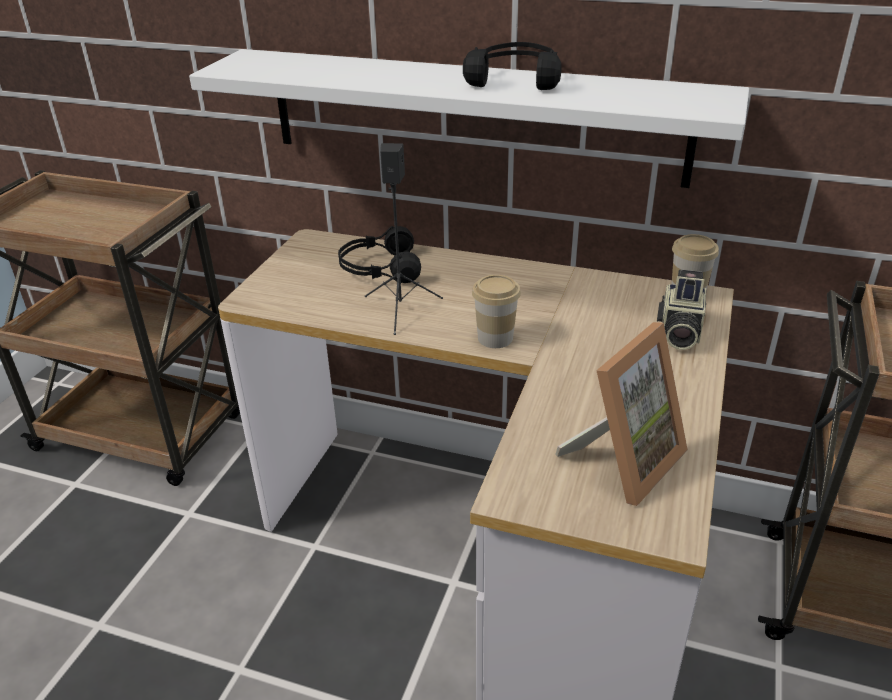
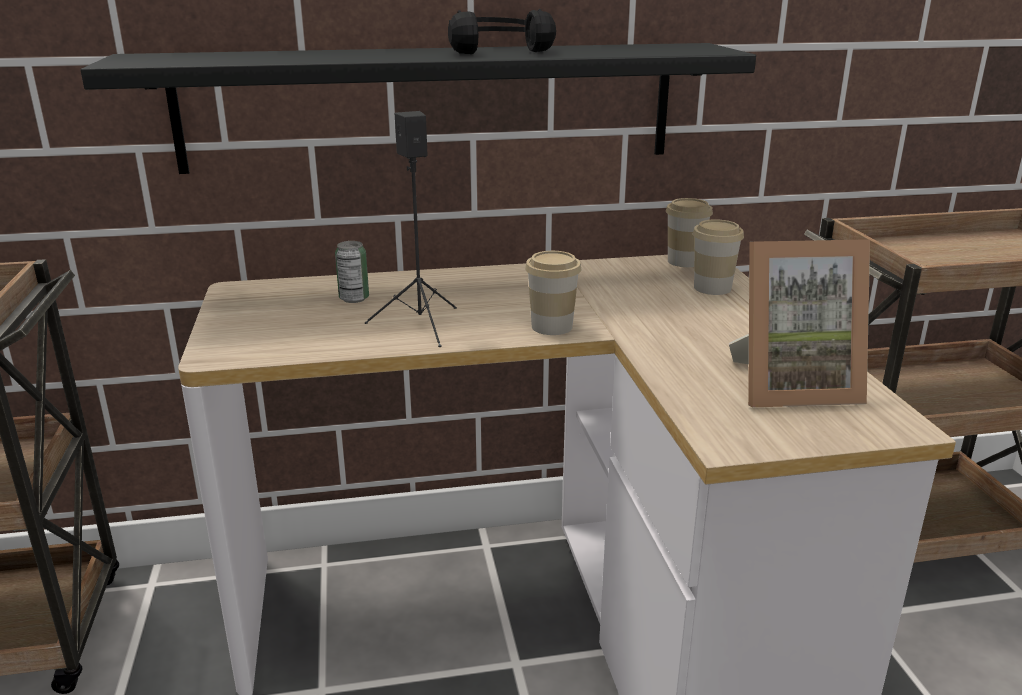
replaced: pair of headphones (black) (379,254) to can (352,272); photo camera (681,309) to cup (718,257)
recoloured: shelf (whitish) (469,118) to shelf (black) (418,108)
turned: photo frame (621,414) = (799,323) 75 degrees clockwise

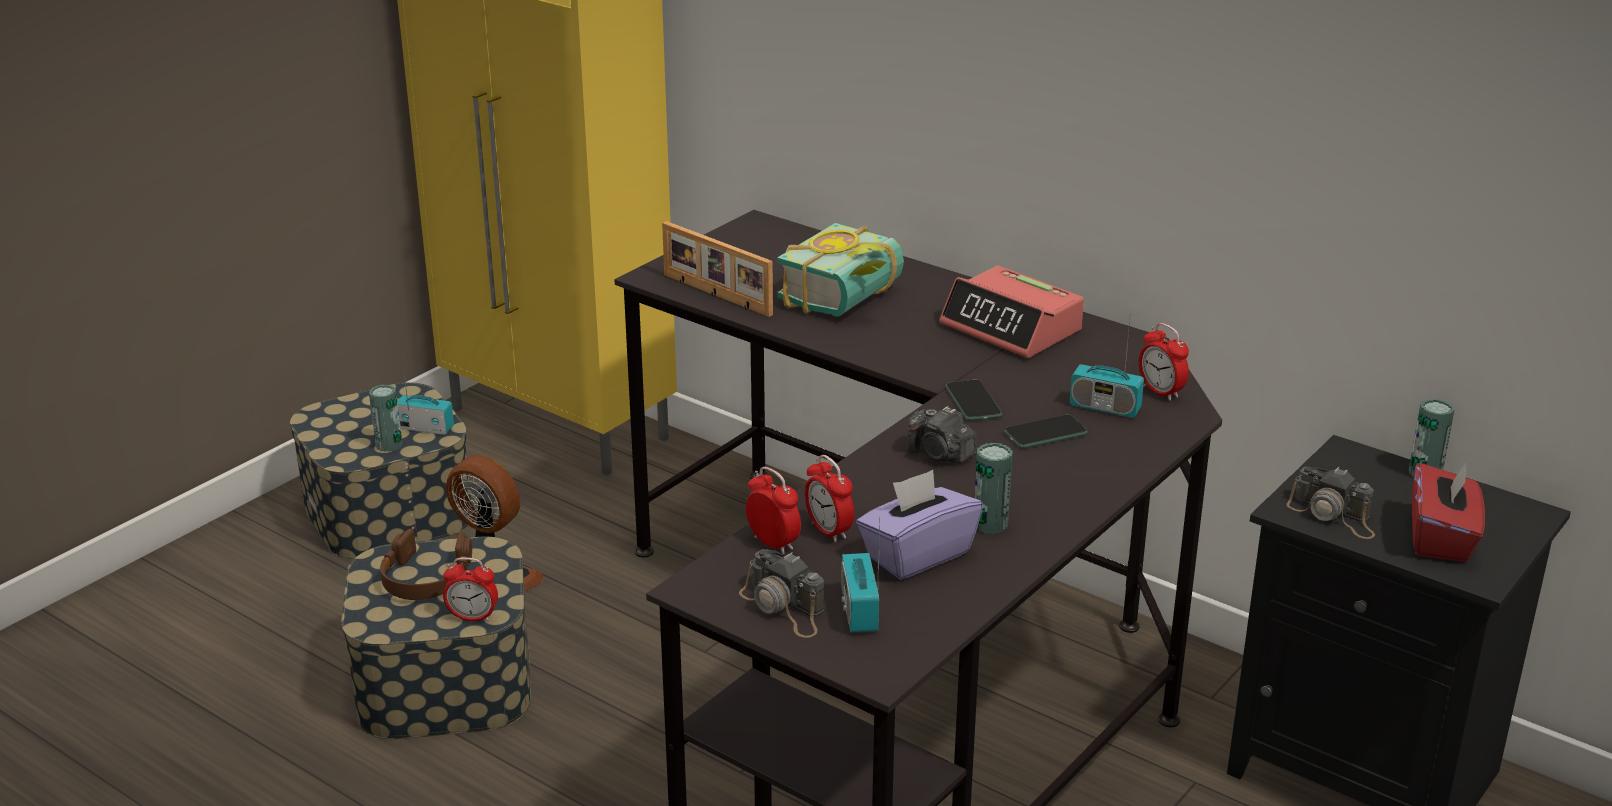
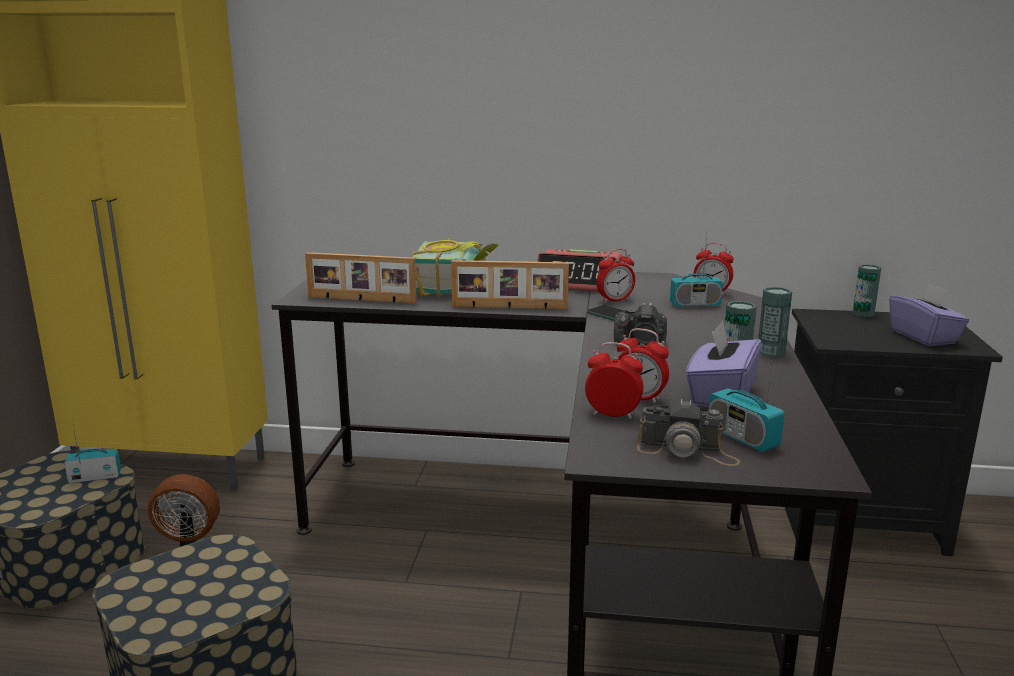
removed: pair of headphones (brownish) (426,564); phone (1046,432); photo camera (1331,503)
added: photo frame (510,284)
moved: alarm clock (470,589) to (616,276); can (386,418) to (775,321)
recoloured: tissue box (red-coloured) (1448,511) to tissue box (purple-coloured) (929,314)

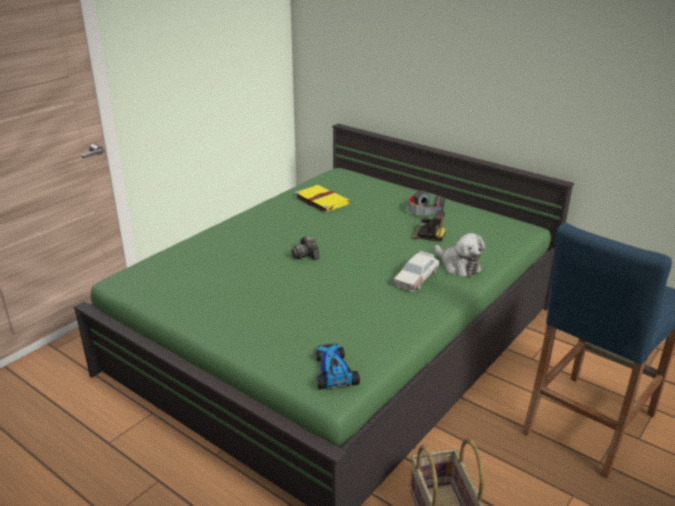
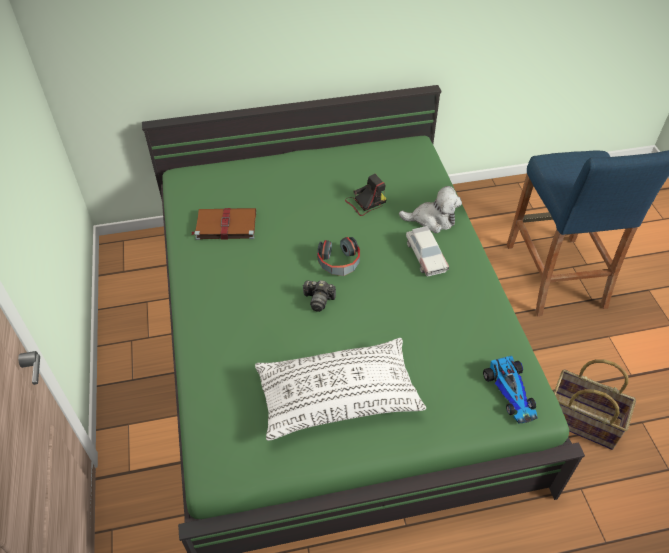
added: throw pillow (whitish) (340,389)
moved: pair of headphones (426,203) to (338,256)
recoloured: book (yellow) (322,199) to book (brownish) (223,224)
turned: toy car (338,367) = (510,390) 135 degrees counterclockwise

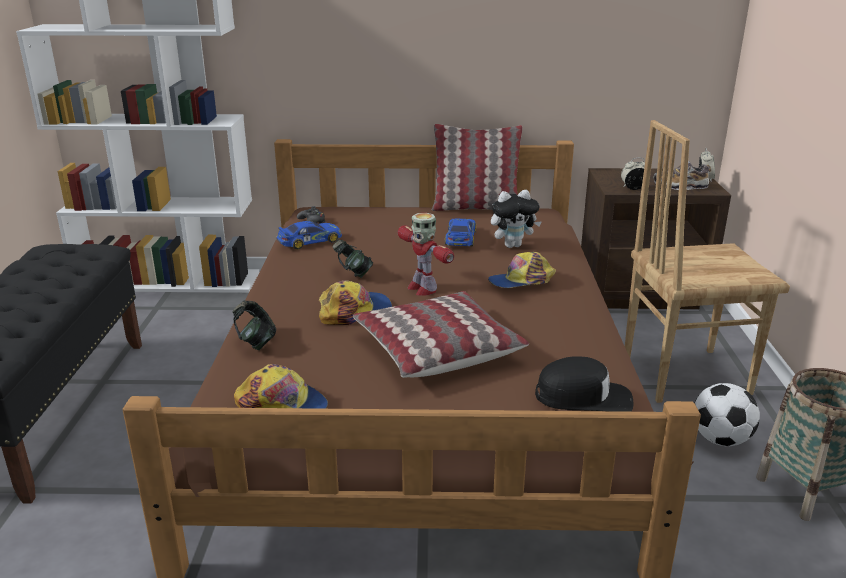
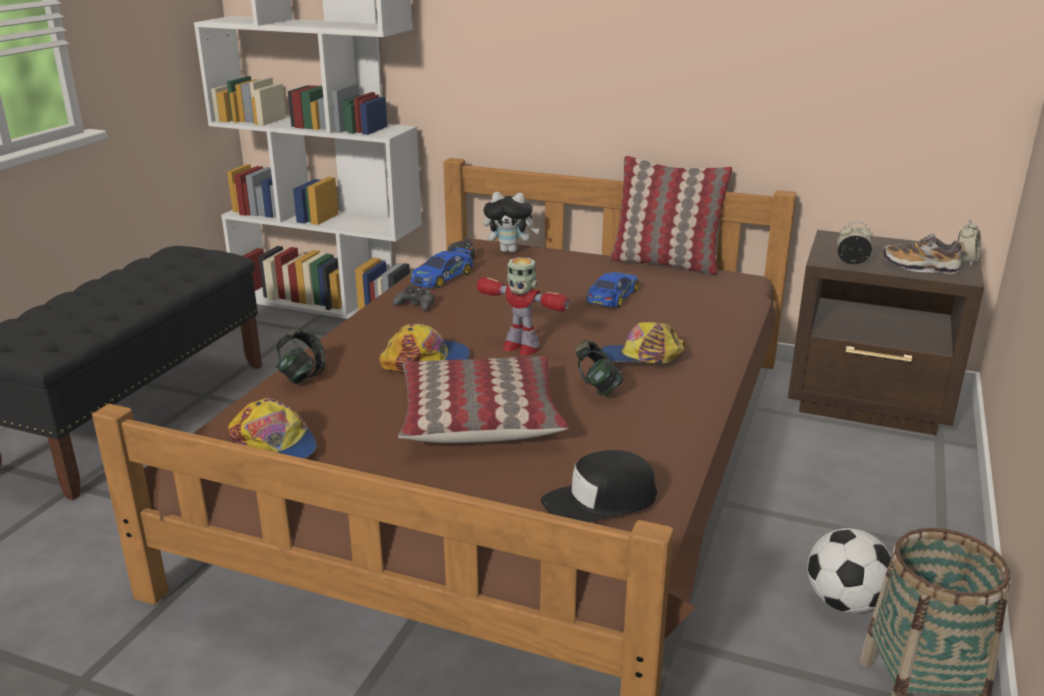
removed: chair (brownish) (707,261)
added: gamepad (black) (413,297)
moved: plush toy (516,219) to (512,222); pair of headphones (352,258) to (599,368)
turned: toy car (309,235) = (442,267) 135 degrees clockwise; robot figure (426,254) = (523,306) 45 degrees counterclockwise; cap (black) (584,384) = (599,486) 135 degrees clockwise

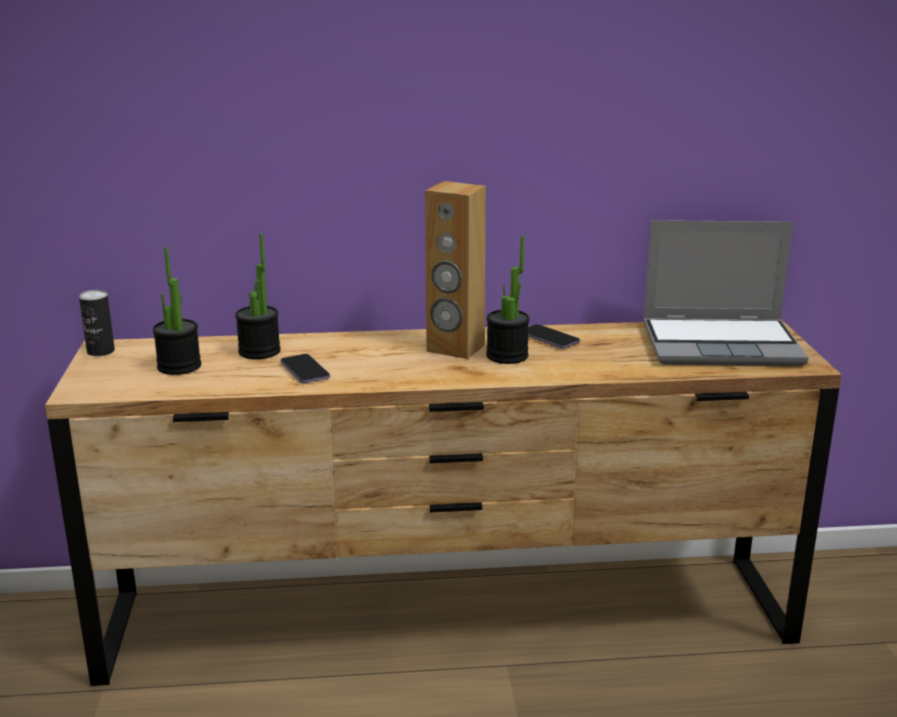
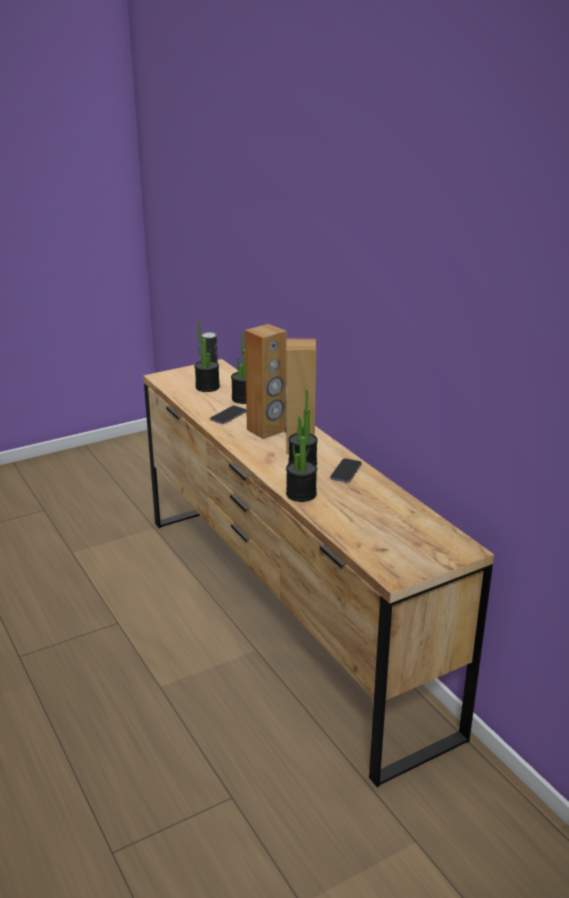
removed: notebook computer (726,293)
added: audio speaker (brownish) (266,381); houseplant (301,459)

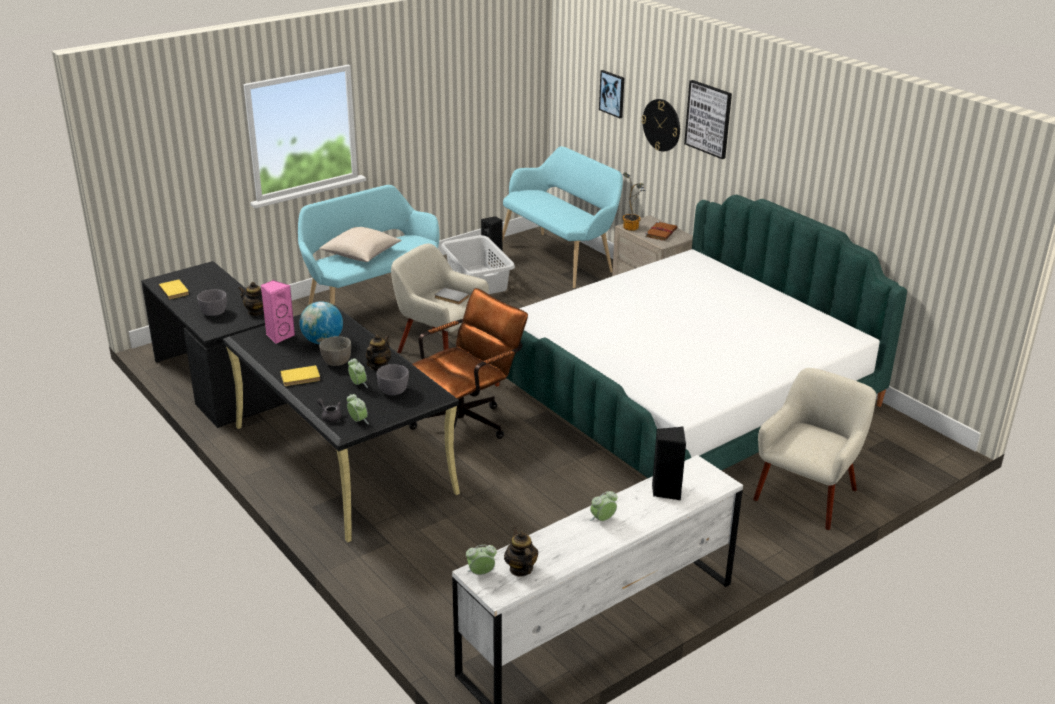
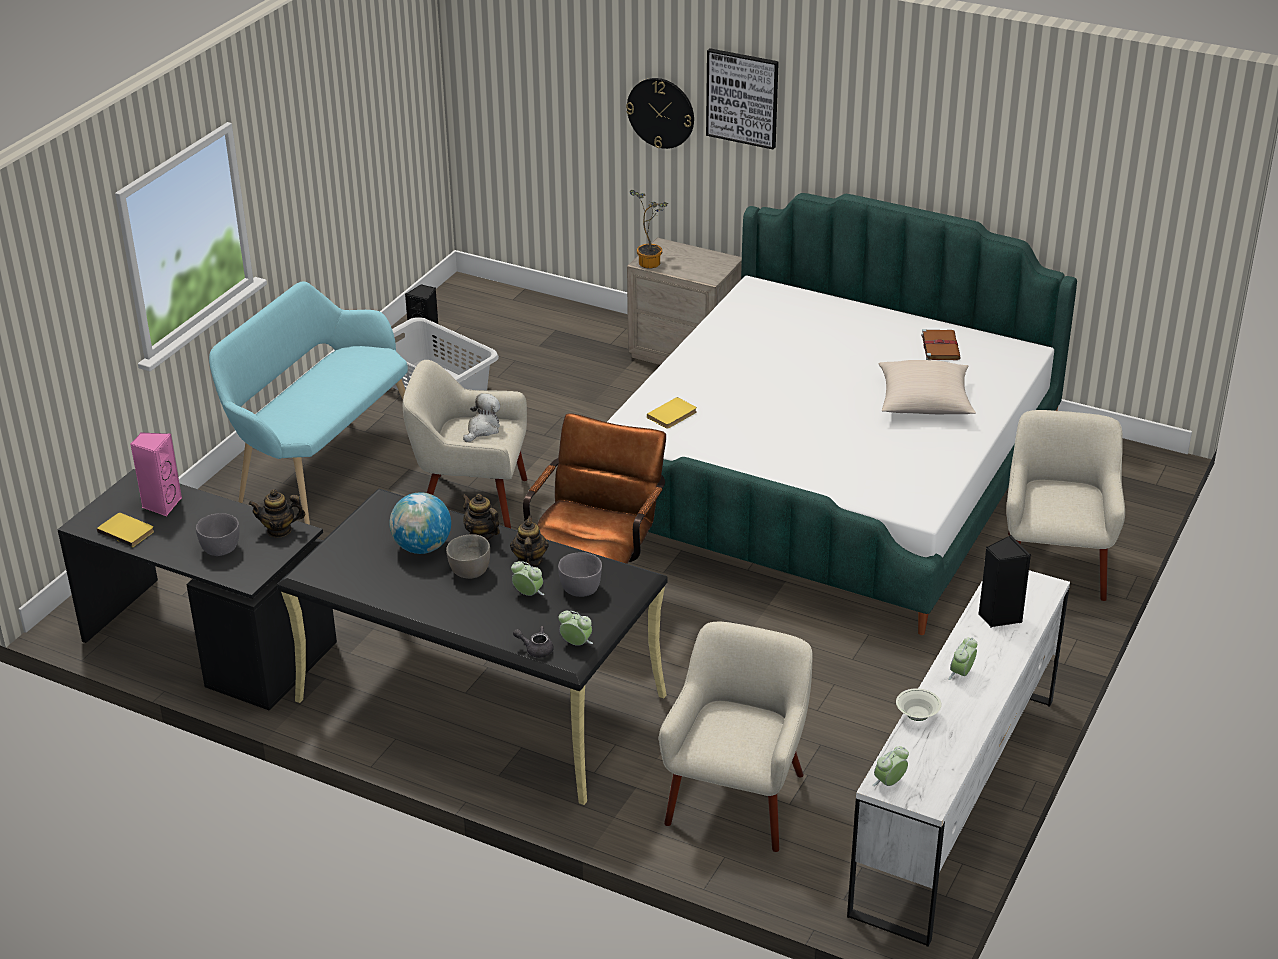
removed: long seat (turquoise) (562,217); wall picture (611,94)
added: armchair (beige-coloured) (735,737); bowl (whitish) (918,704)
moved: audio speaker (pink) (278,312) to (156,474); pot for tea (521,551) to (481,517); book (yellow) (300,375) to (672,413); throw pillow (beige-coloured) (360,244) to (927,387); book (brownish) (661,231) to (941,344)
replaced: book (greyish) (451,296) to plush toy (481,417)

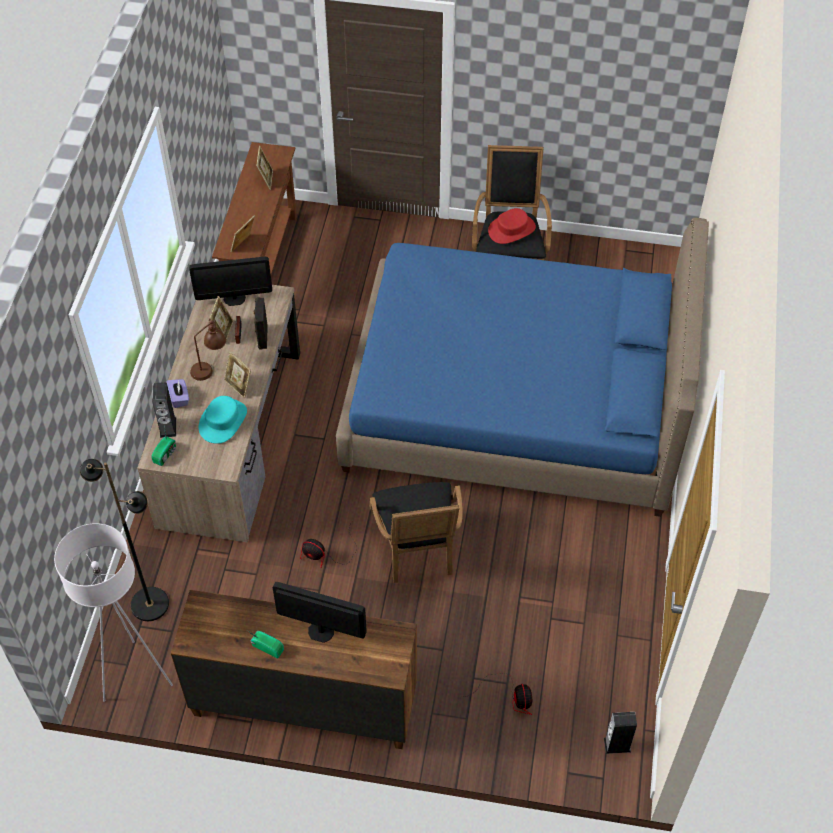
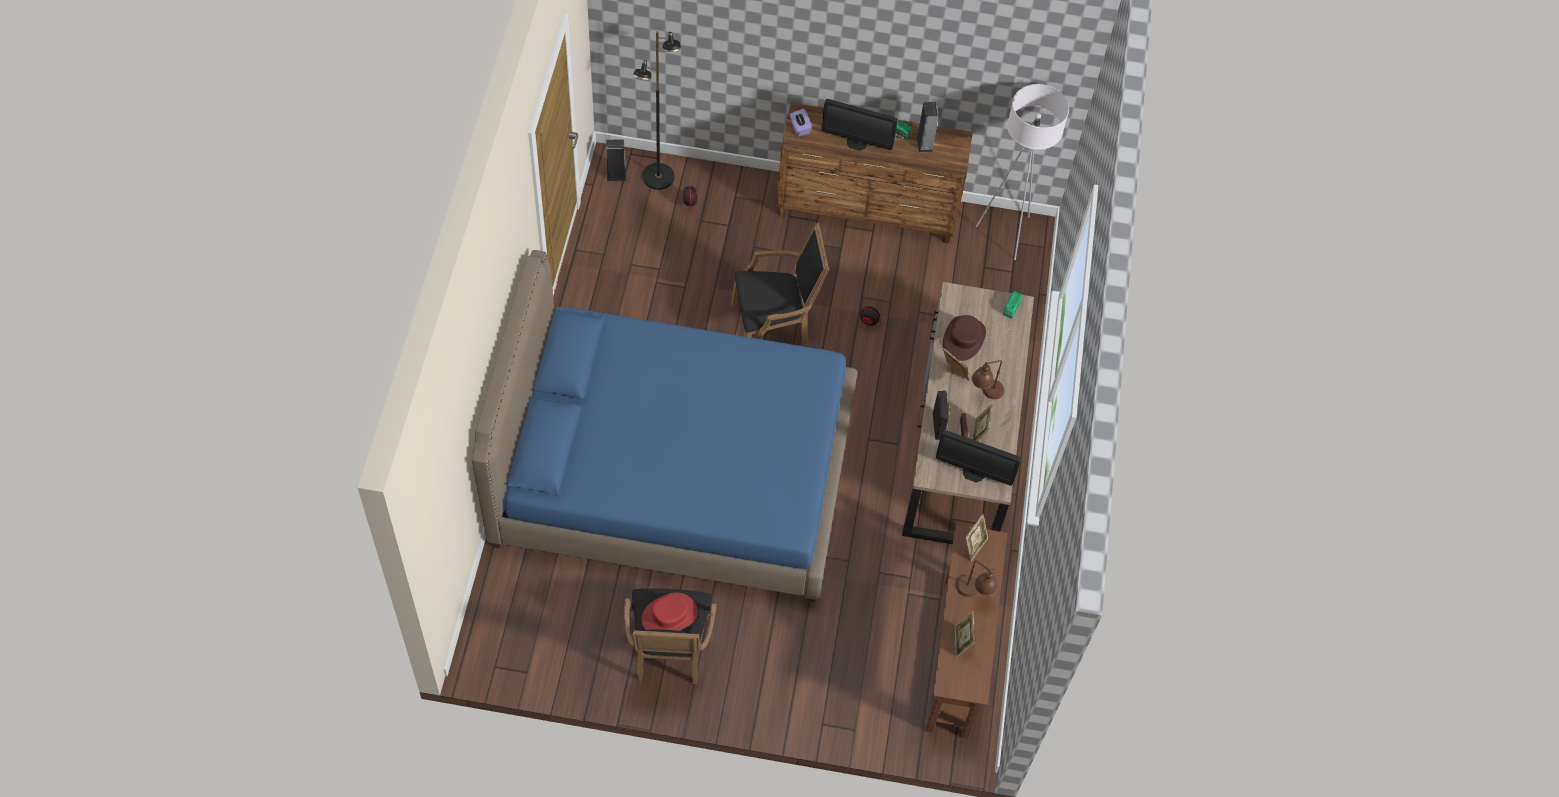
added: tabletop lamp (brownish) (978,578)
moved: standard lamp (black) (124,540) to (657,110); tissue box (purple-coloured) (178,393) to (801,122); audio speaker (164,410) to (927,127)
recoloured: clothing hat (turquoise) (223,420) to clothing hat (brownish) (964,338)
turned: armchair (black) (416,532) = (780,284) 90 degrees clockwise; computer display (230,281) = (978,458) 150 degrees counterclockwise

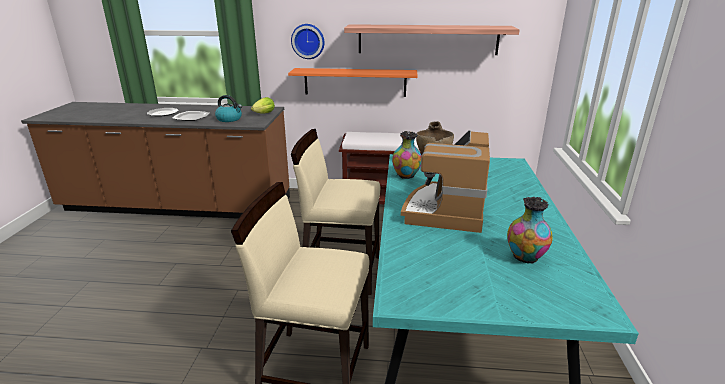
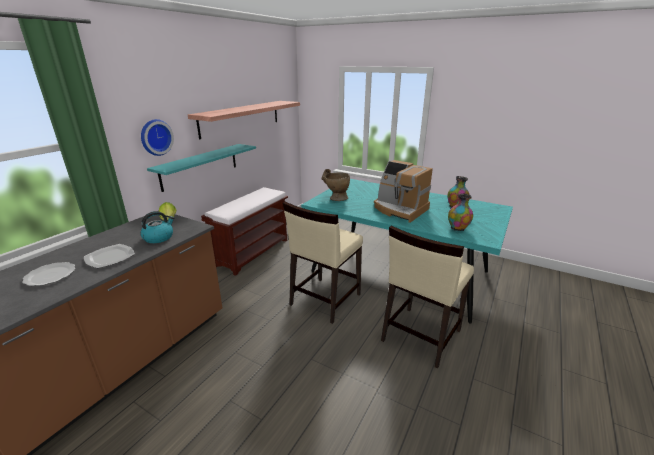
moved: flower vase (407,155) to (460,212)
recoloured: shelf (orangey) (353,82) to shelf (turquoise) (201,168)

